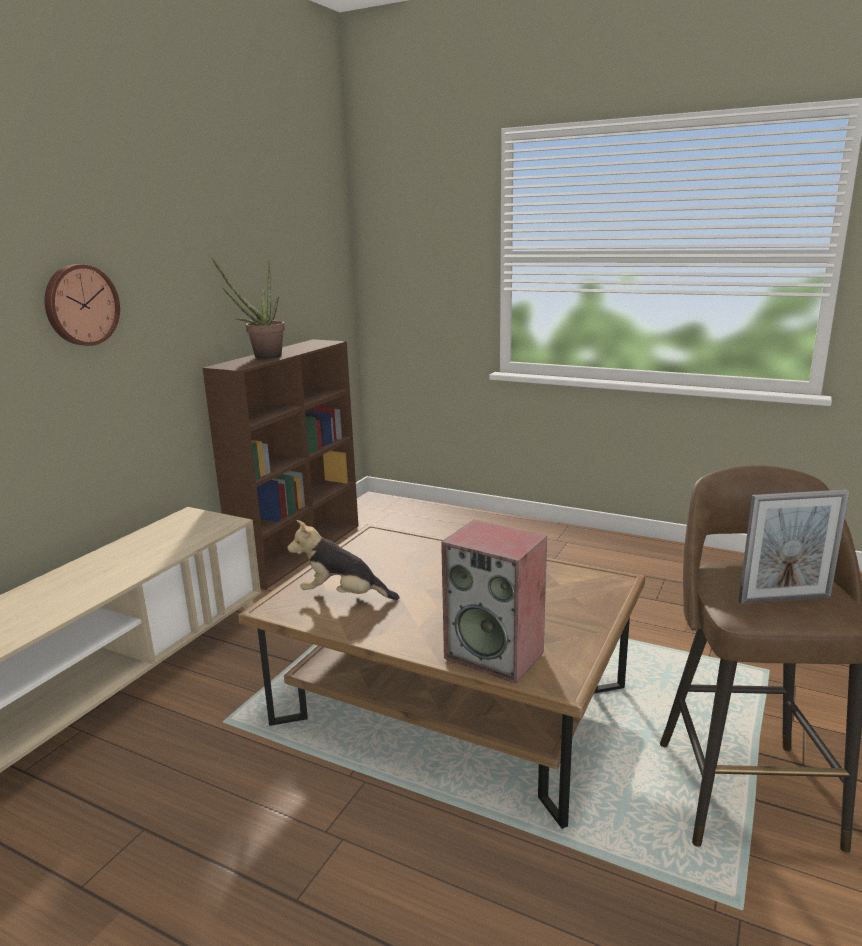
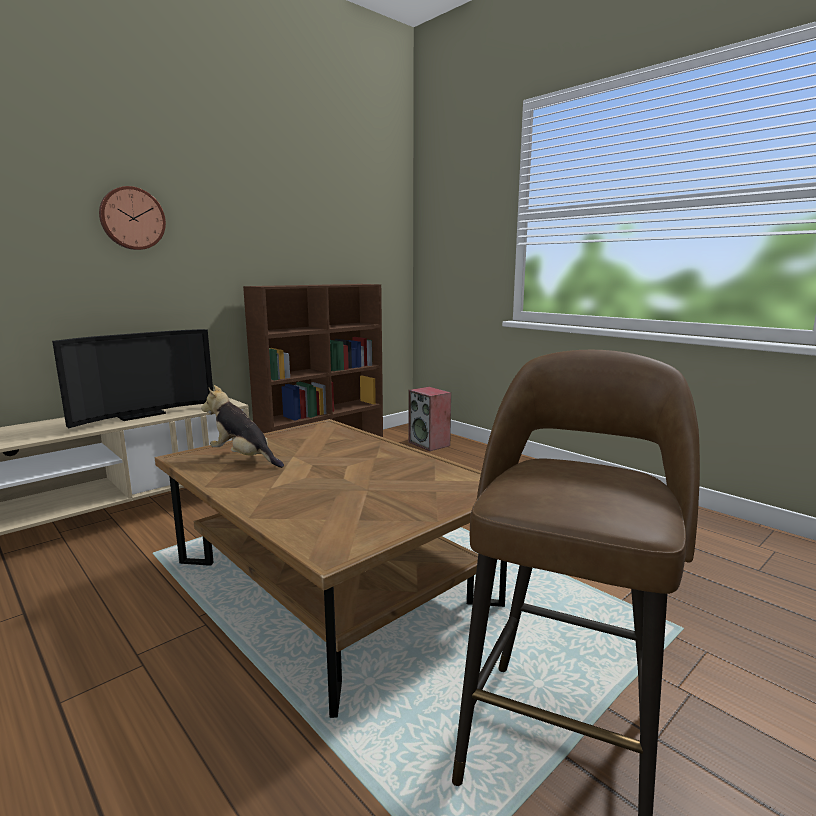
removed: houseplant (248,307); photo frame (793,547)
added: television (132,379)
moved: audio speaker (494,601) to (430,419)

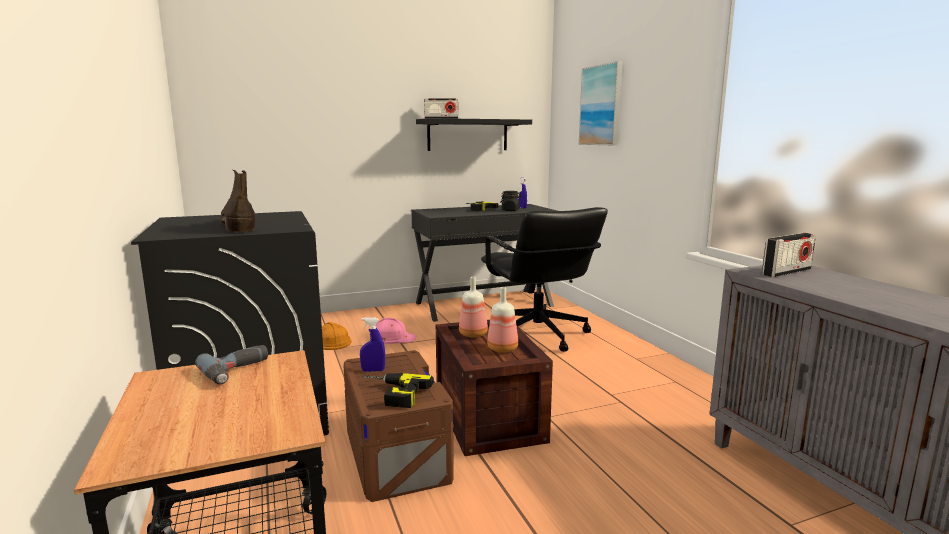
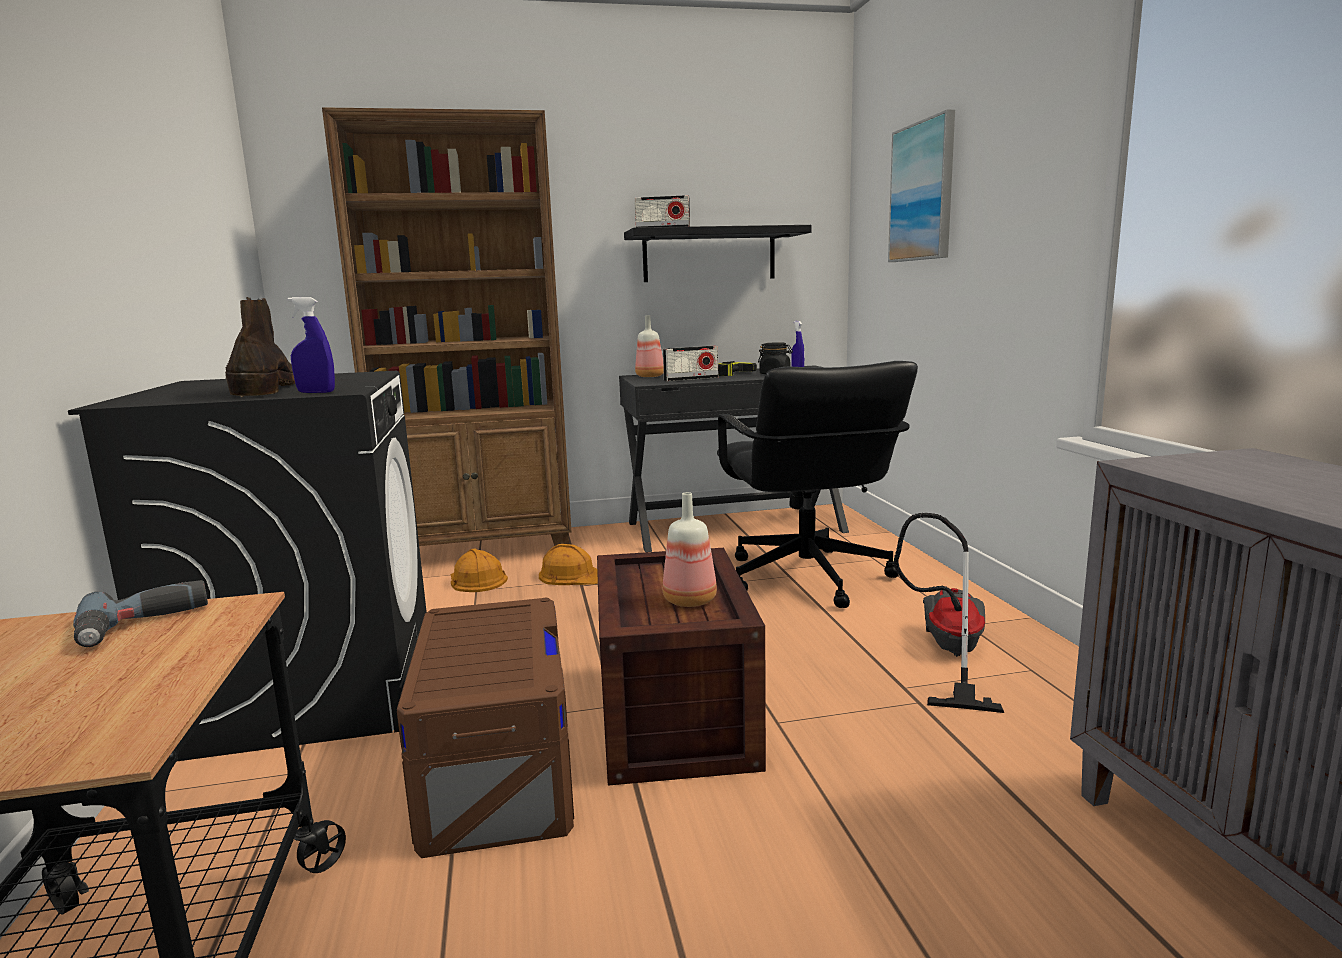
removed: drill (398,390)
added: bookshelf (brownish) (447,326); vacuum (949,613)
moved: sprayer (blue) (372,344) to (311,345); drink bottle (473,307) to (649,346); radio set (789,255) to (690,364)
recoloured: hard hat (pink) (396,331) to hard hat (orangey) (568,564)

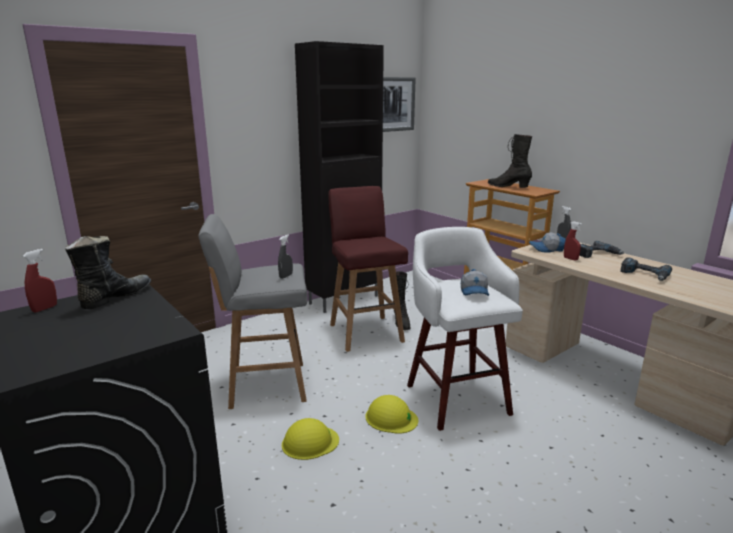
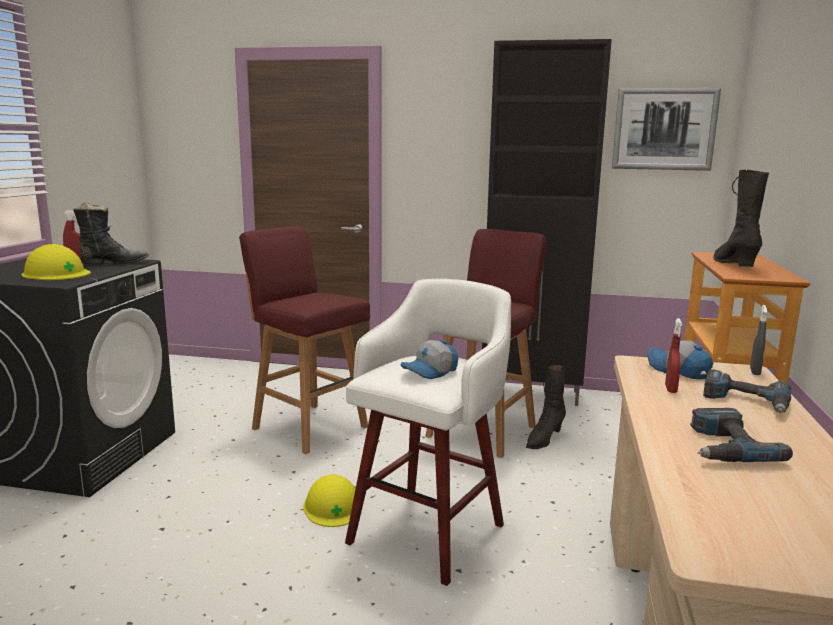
removed: sprayer (greyish) (285,257)
moved: hard hat (yellow) (310,439) to (56,262)
recoloured: stool seat (greyish) (253,311) to stool seat (red-coloured) (304,340)

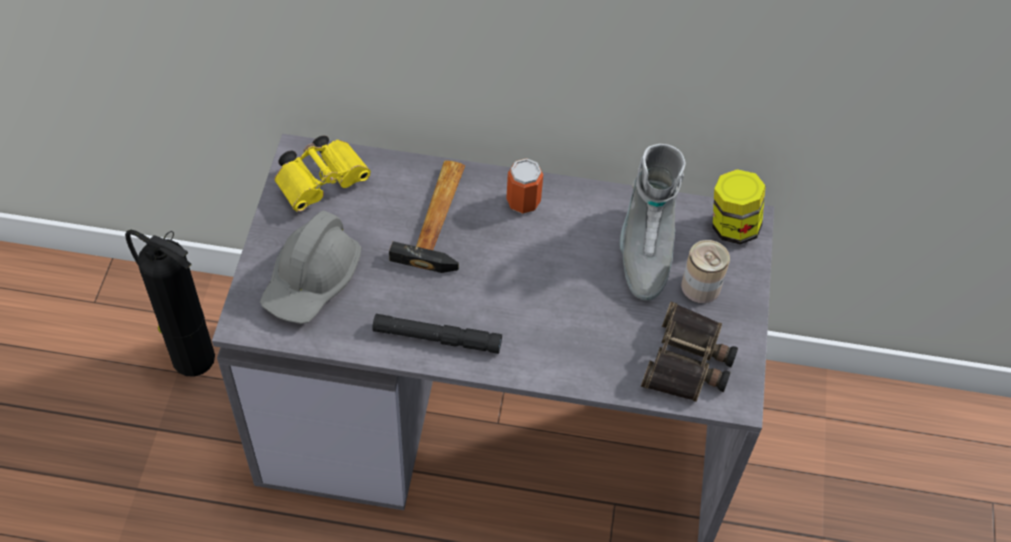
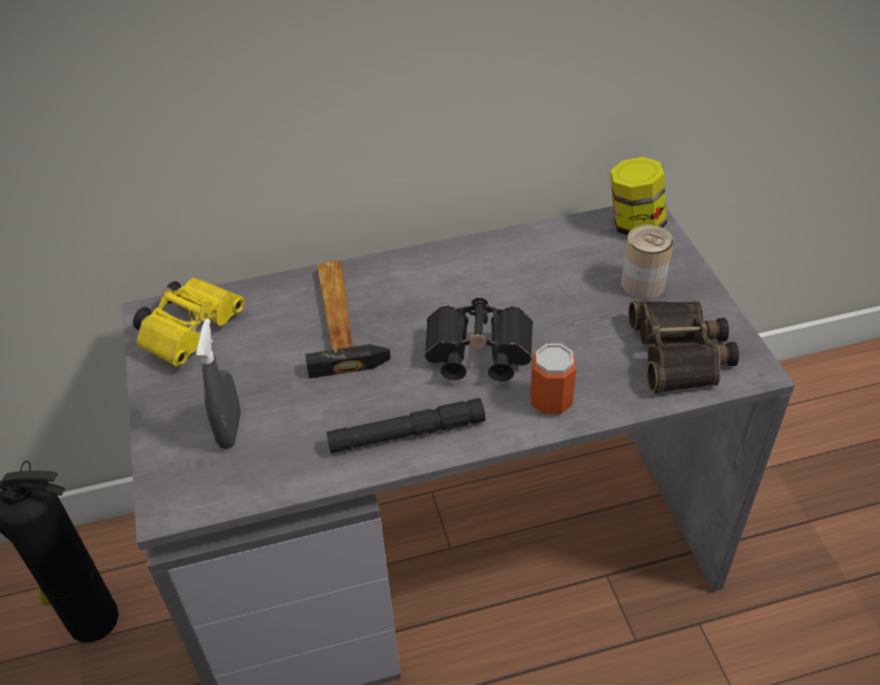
removed: high-top boot (greyish) (653,222)
added: pair of binoculars (black) (479,339)
moved: can (524,186) to (553,380)
replaced: hard hat (greyish) (310,267) to sprayer (greyish) (218,383)

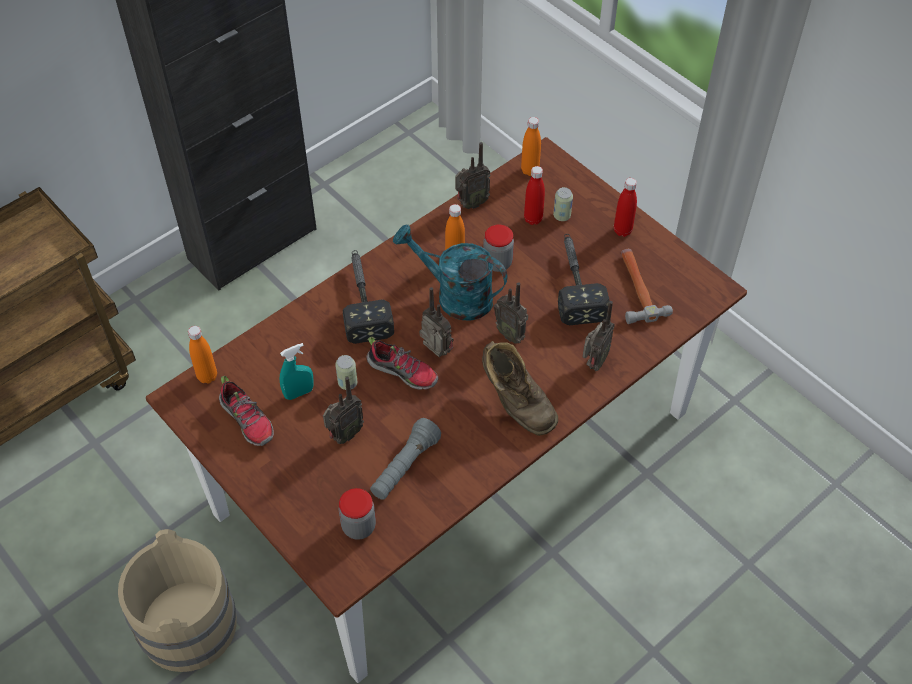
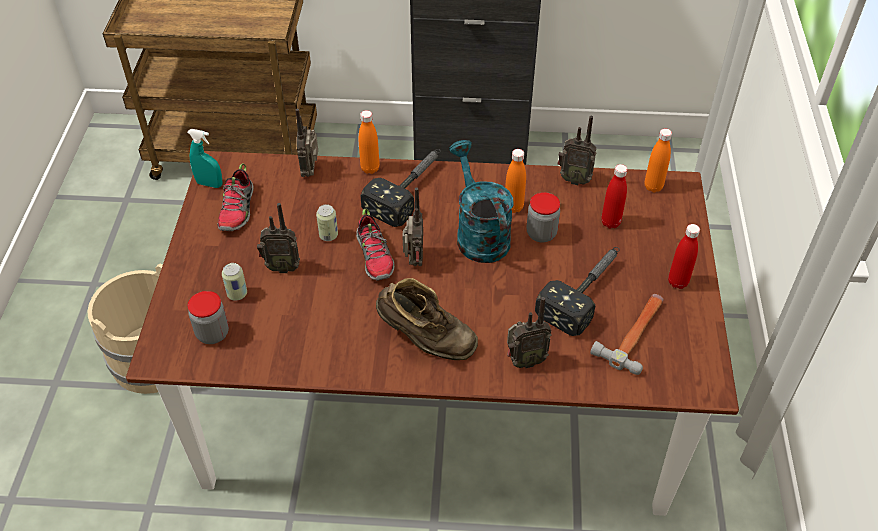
removed: torch (greyish) (405,459)
moved: sprayer (turquoise) (297,371) to (205,158); can (563,204) to (234,282); radio set (511,312) to (306,143); drink bottle (orangey) (202,355) to (369,142)
turned: high-top boot (brownish) (520,388) = (427,319) 75 degrees counterclockwise

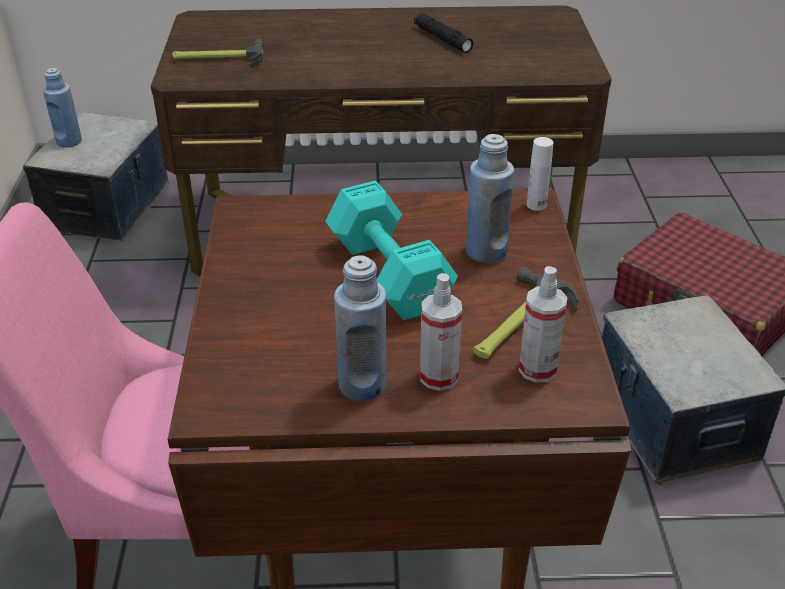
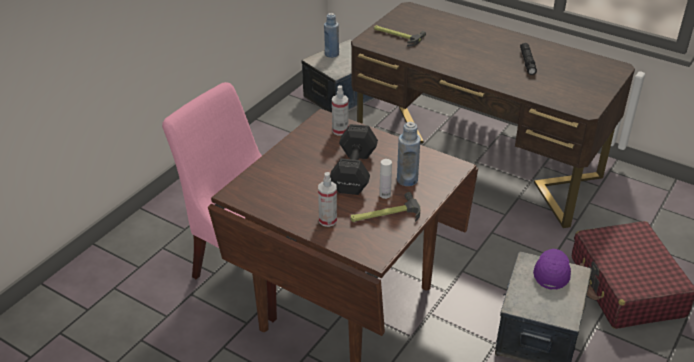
removed: drink bottle (blue) (360,328)
added: cap (purple-coloured) (552,269)
moved: sprayer (543,324) to (340,110); drink bottle (whitish) (540,174) to (385,179)
recoloured: free weight (turquoise) (391,250) to free weight (black) (354,159)

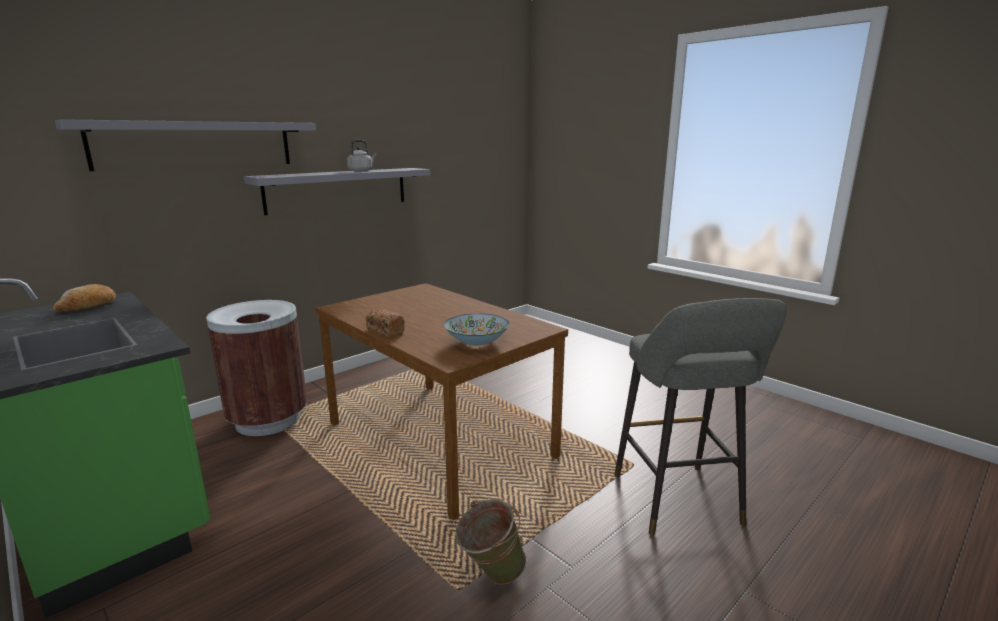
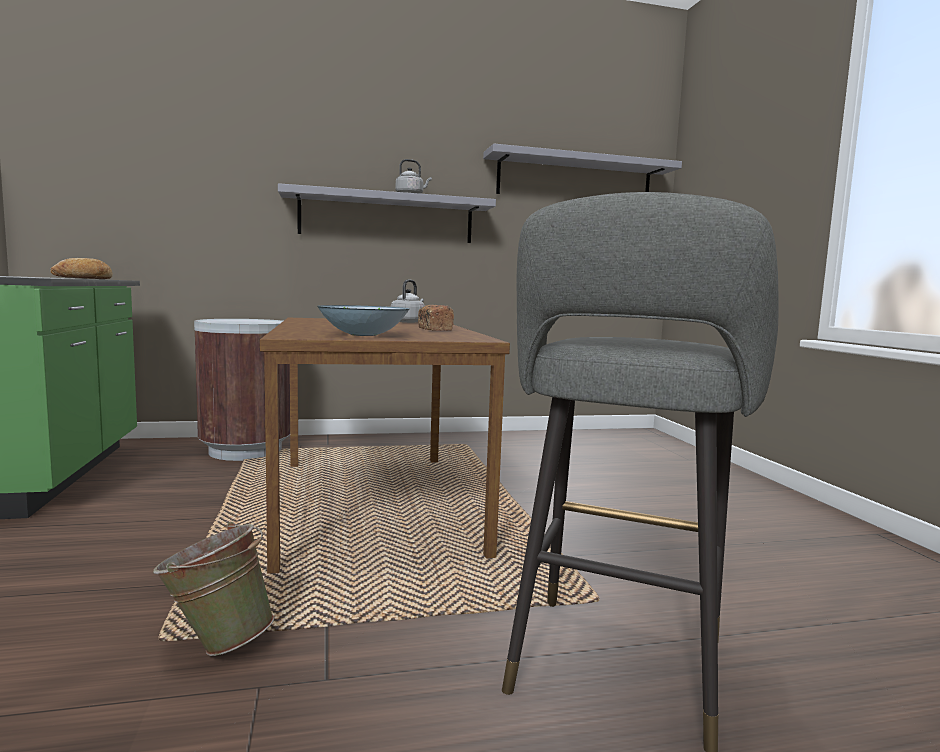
added: tea kettle (greyish) (408,301)
moved: baked bread (385,323) to (436,318); shelf (greyish) (185,145) to (582,169)

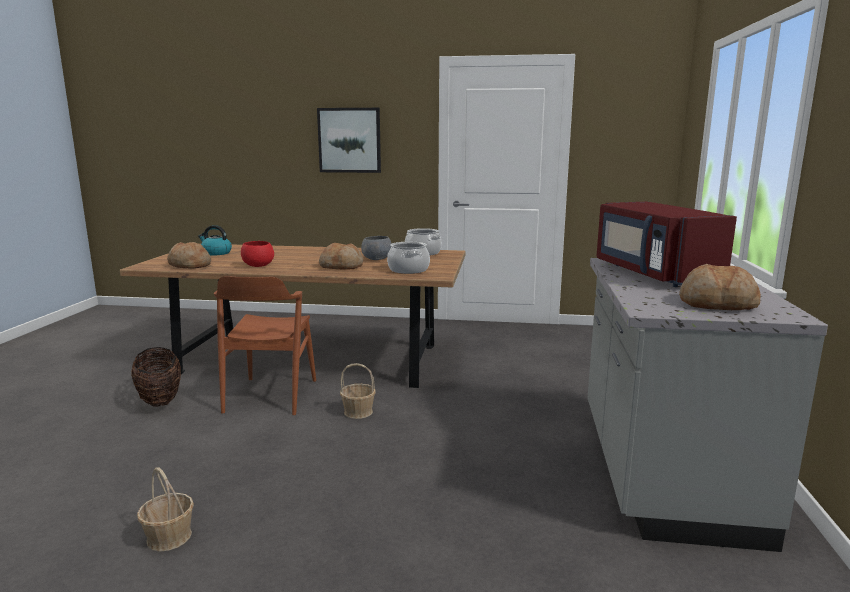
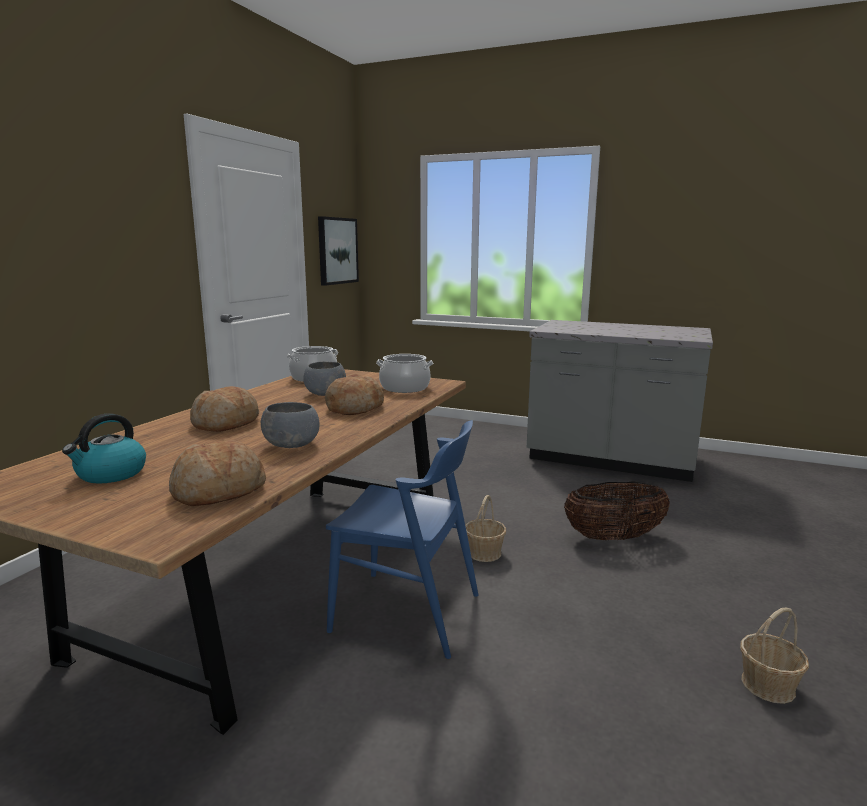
removed: microwave (red-coloured) (667,244)
moved: baked bread (720,287) to (224,409); wall picture (349,140) to (338,251); basket (156,377) to (617,511)
recoloured: bowl (red-coloured) (257,254) to bowl (greyish) (290,425); chair (brownish) (265,345) to chair (blue) (402,539)

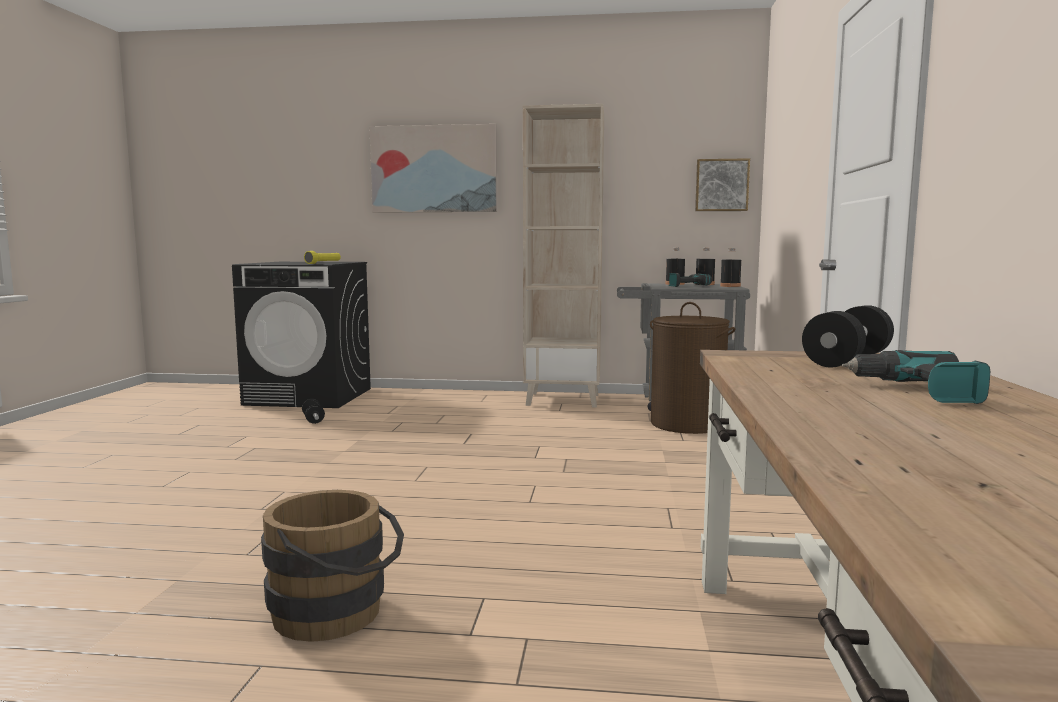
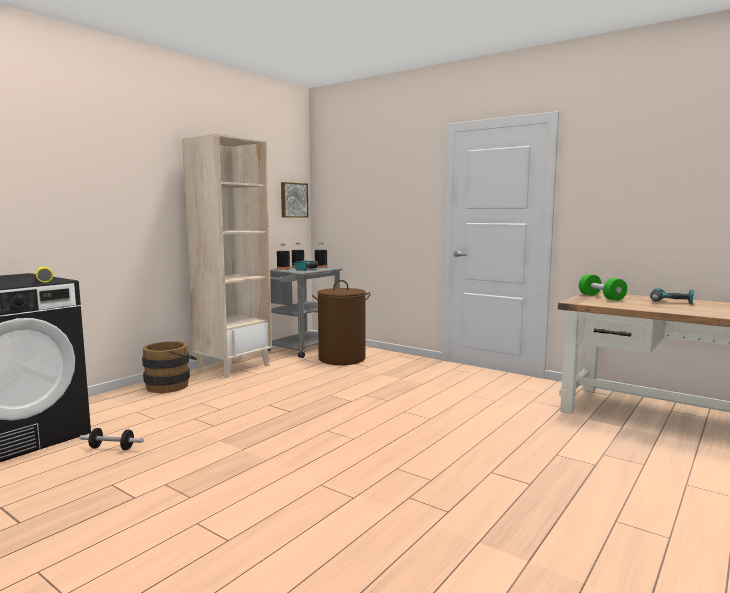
removed: wall picture (433,168)
moved: bucket (brownish) (332,566) to (169,367)
recoloured: free weight (black) (848,336) to free weight (greenish) (603,287)

